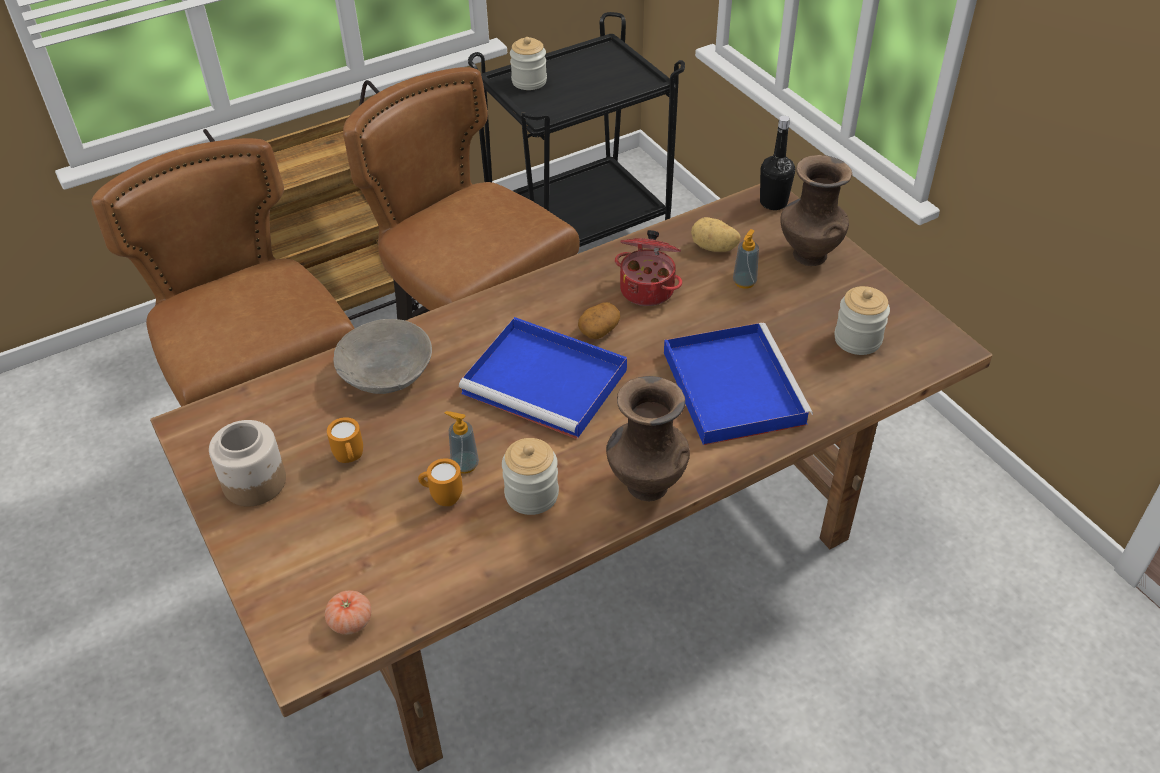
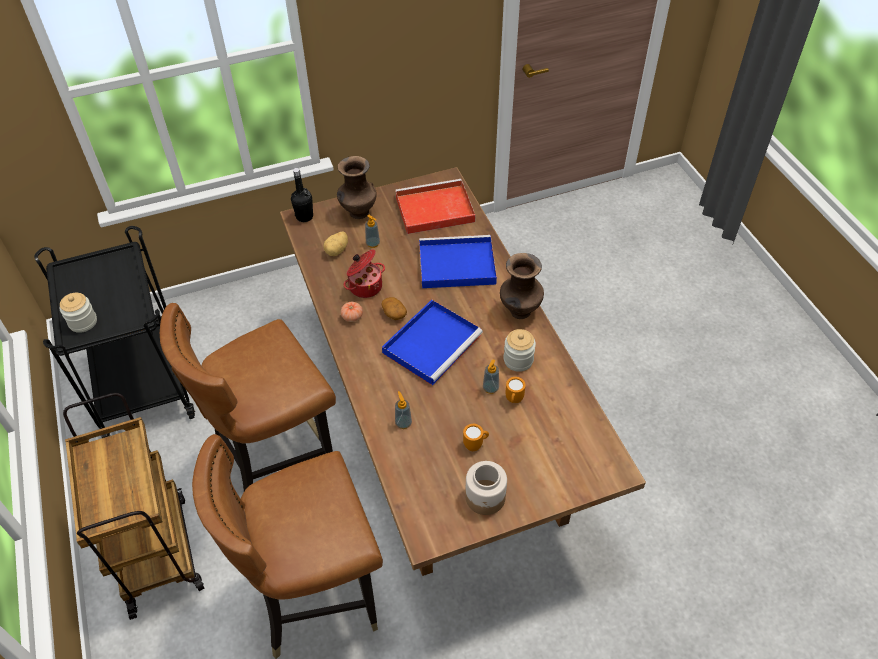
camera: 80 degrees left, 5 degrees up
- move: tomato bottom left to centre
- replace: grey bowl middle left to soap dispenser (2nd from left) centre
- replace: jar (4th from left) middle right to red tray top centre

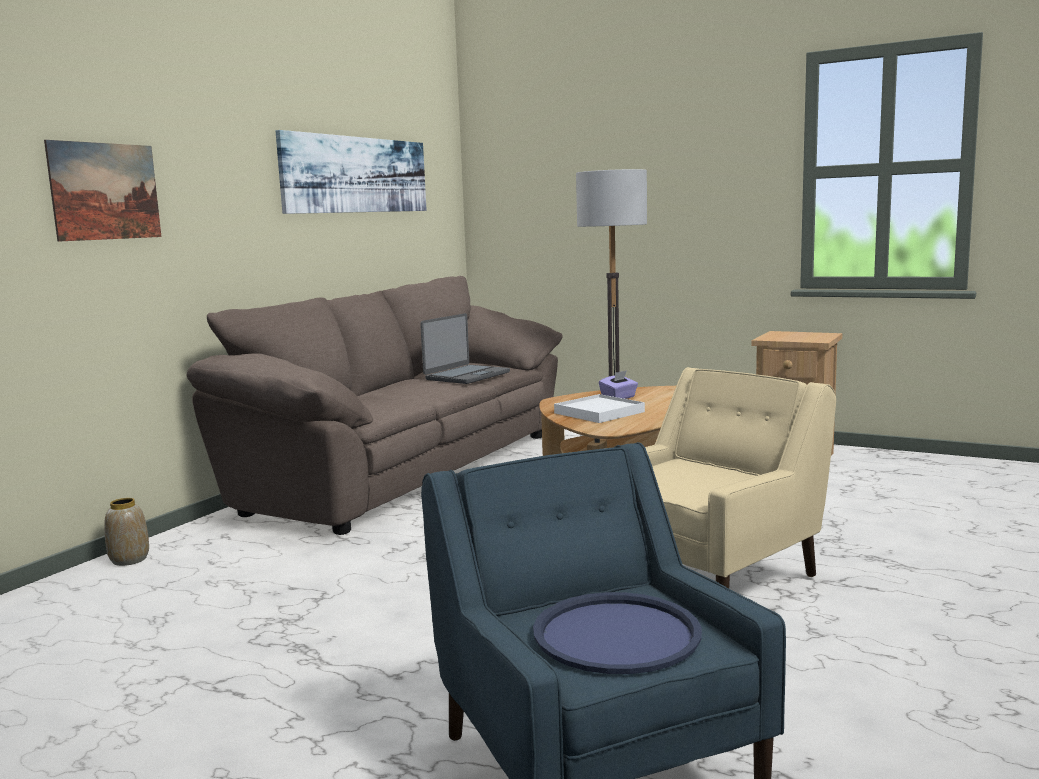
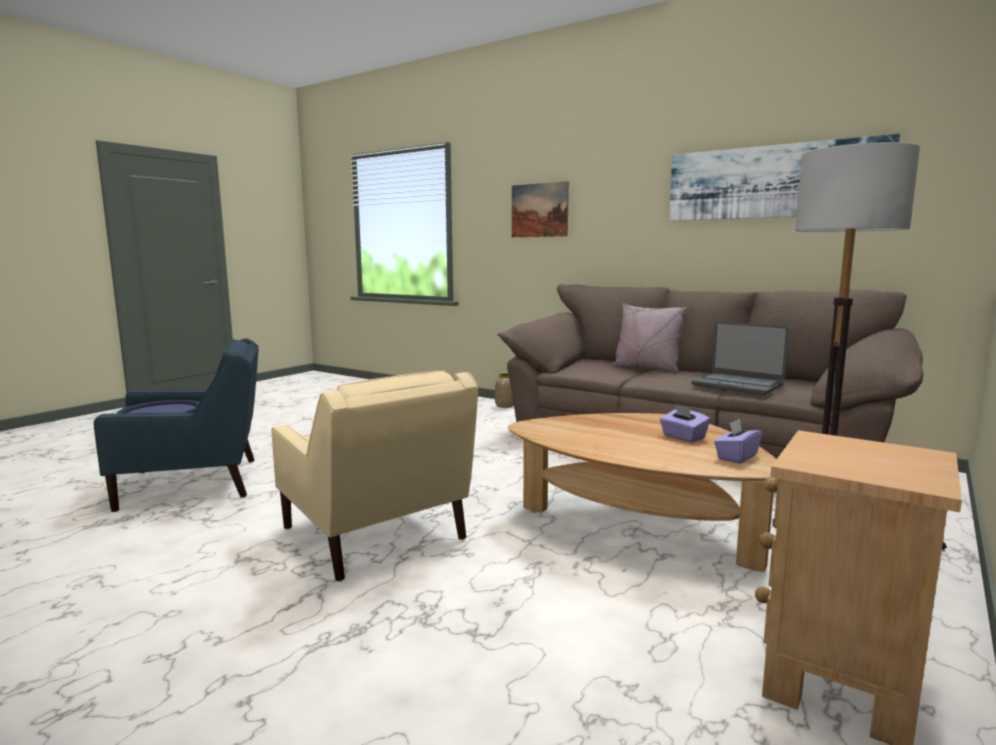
camera: 95 degrees right, 0 degrees up
- delete: white tray centre
- insert: purple pillow centre
- insert: purple tissue box (2nd from left) middle right

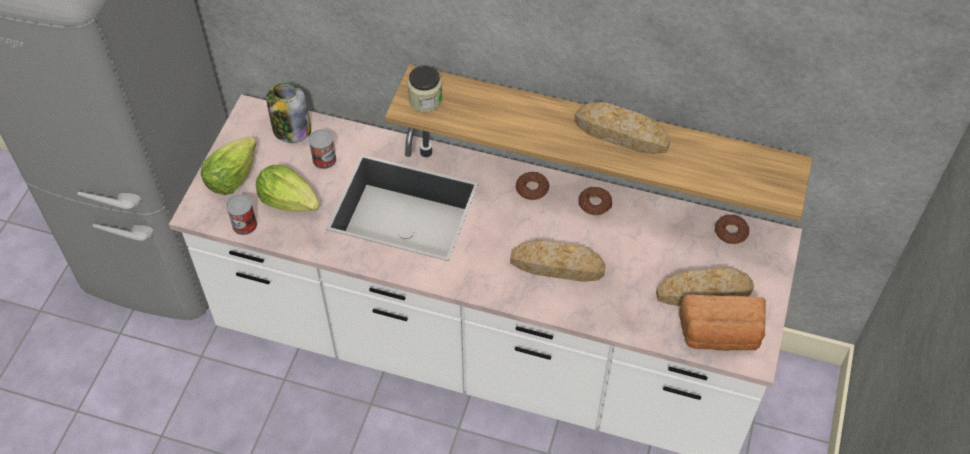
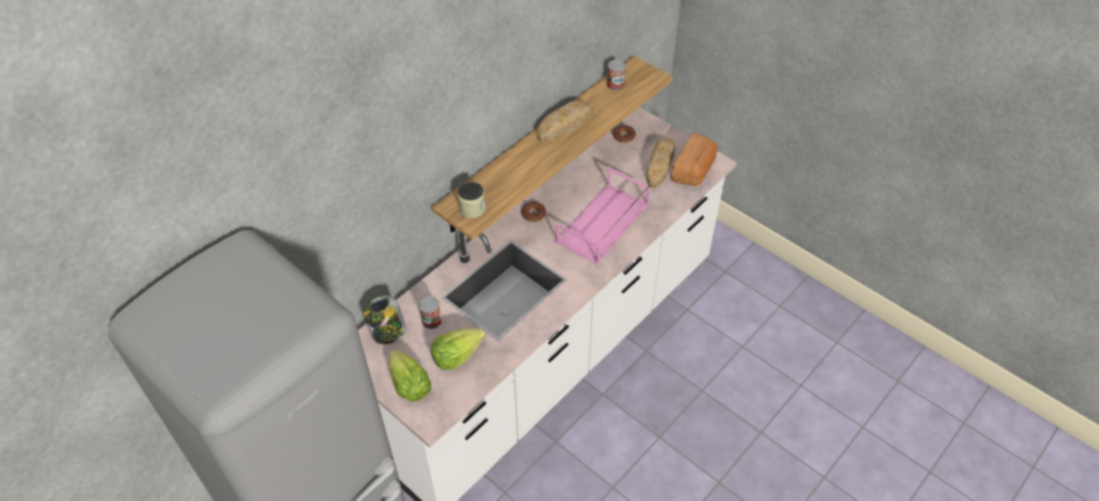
camera: 65 degrees left, 5 degrees down
- move: can (1st from left in the first image) middle left to can (2nd from left) top centre
- replace: bread (1st from left) centre to pink tray centre
- delete: donut (2nd from left) centre

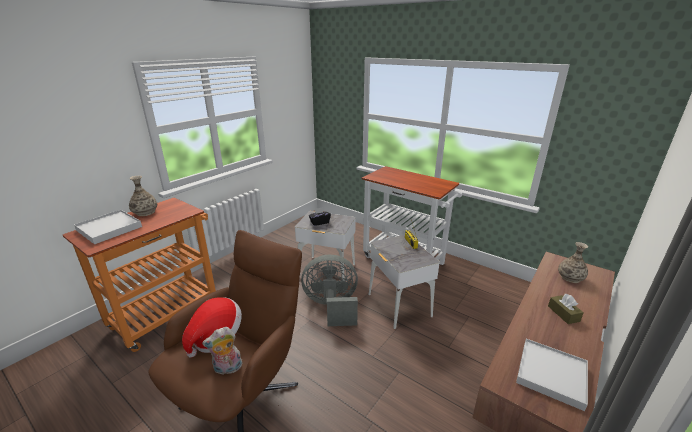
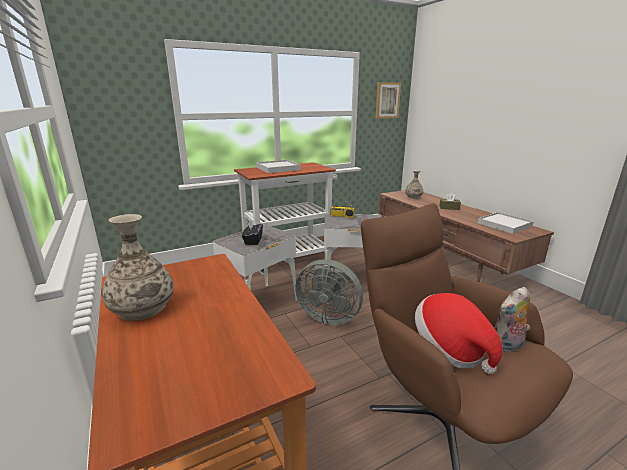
camera: 65 degrees left, 5 degrees down
- move: white tray (1st from left) middle left to centre
- rotate: plush toy bottom left = bottom right 60 degrees clockwise
- rotate: grey fan bottom centre = centre 90 degrees counterclockwise
- insert: picture top centre

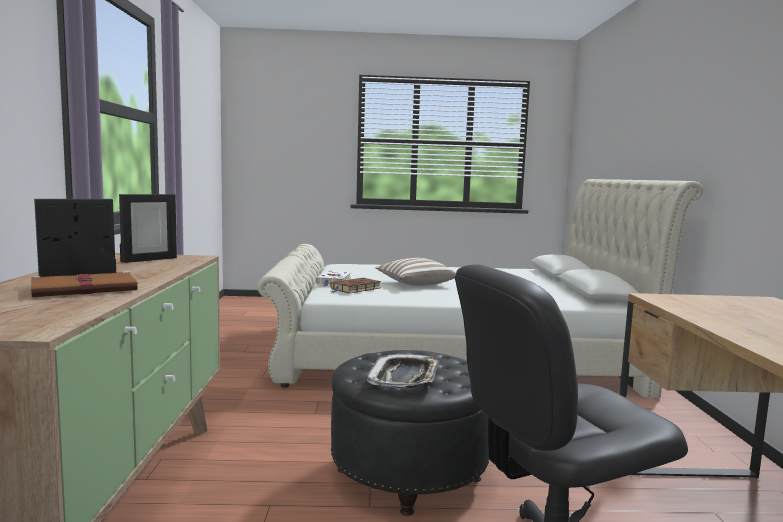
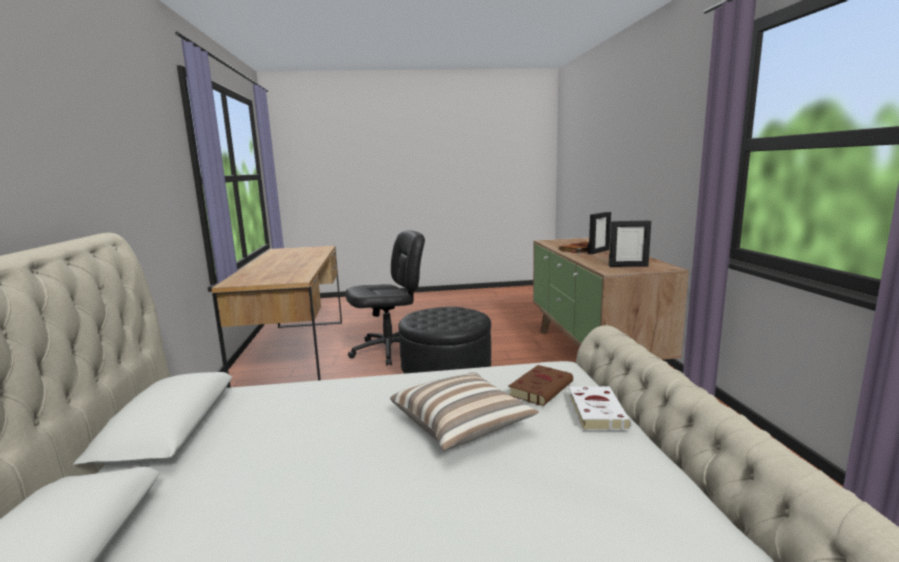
camera: 175 degrees right, 5 degrees up
- rotate: picture frame (2nd from left) middle left = middle right 120 degrees counterclockwise
- delete: tray bottom centre

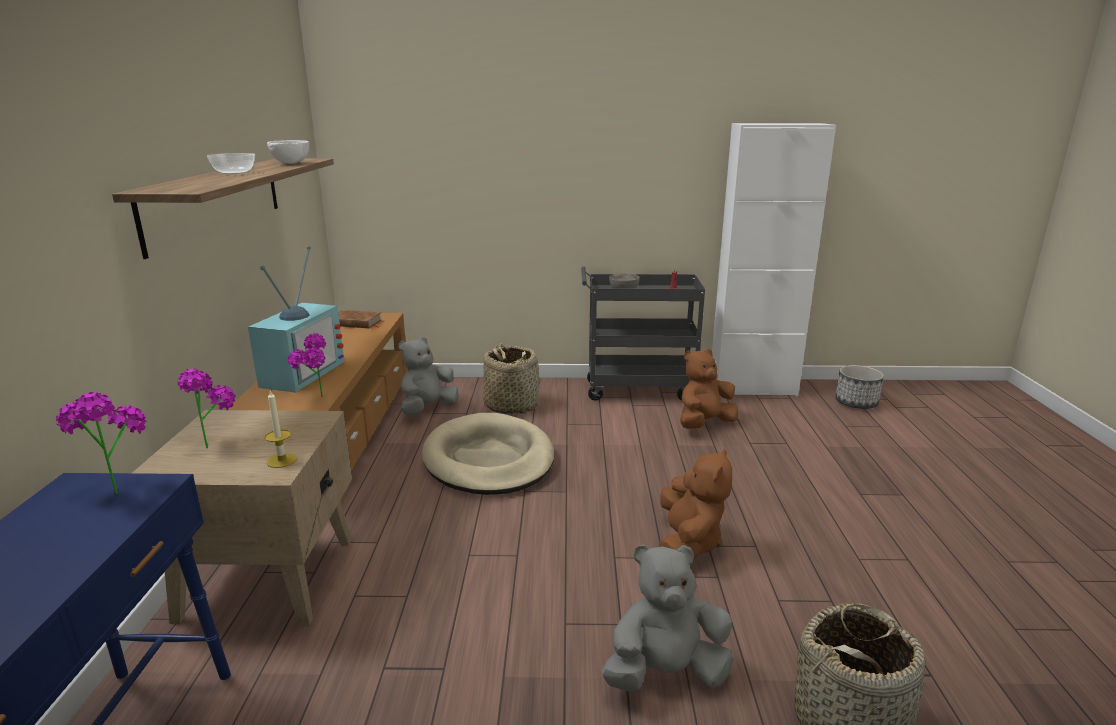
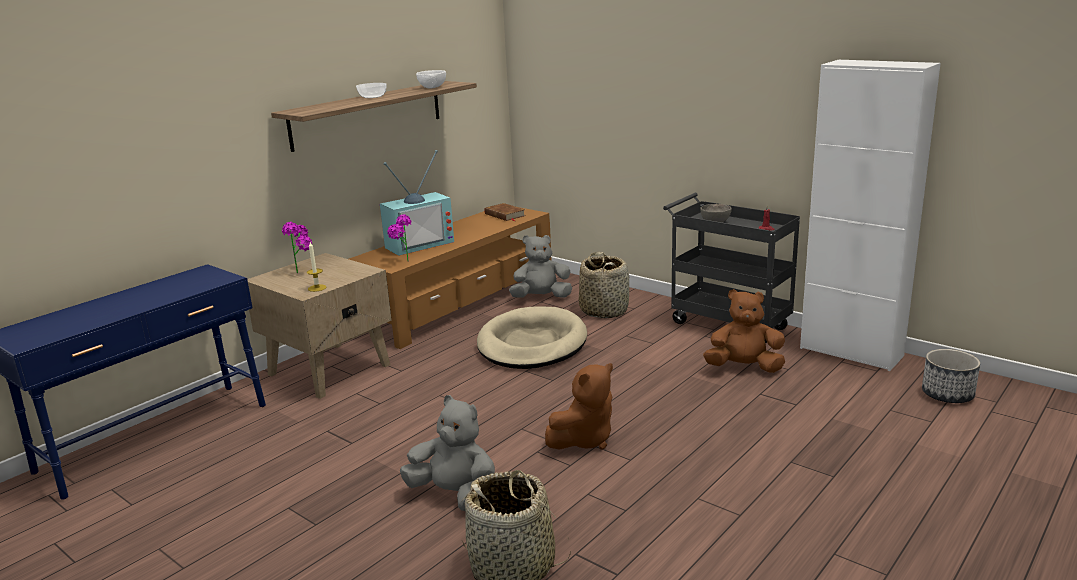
camera: 40 degrees right, 0 degrees up
- delete: potted plant (1st from left) middle left

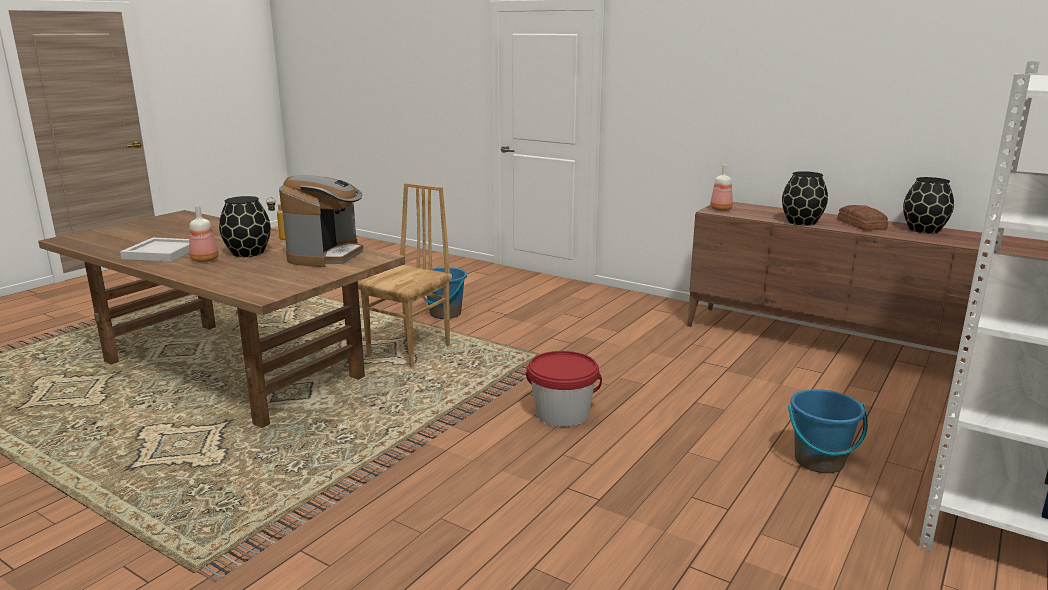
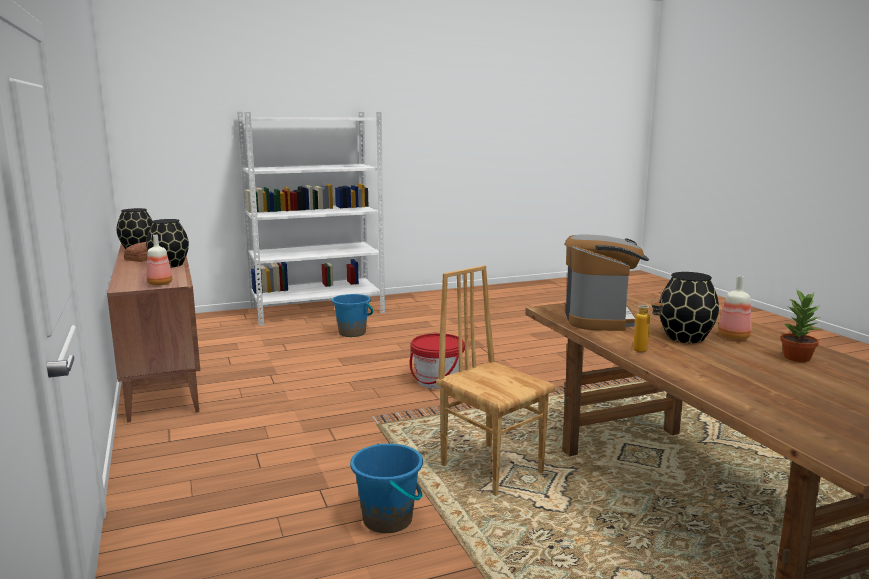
camera: 145 degrees left, 5 degrees down
- replace: white tray middle left to potted plant middle right
- rotate: coffee machine middle left = middle right 135 degrees clockwise
- rotate: brown chair centre = centre 75 degrees clockwise

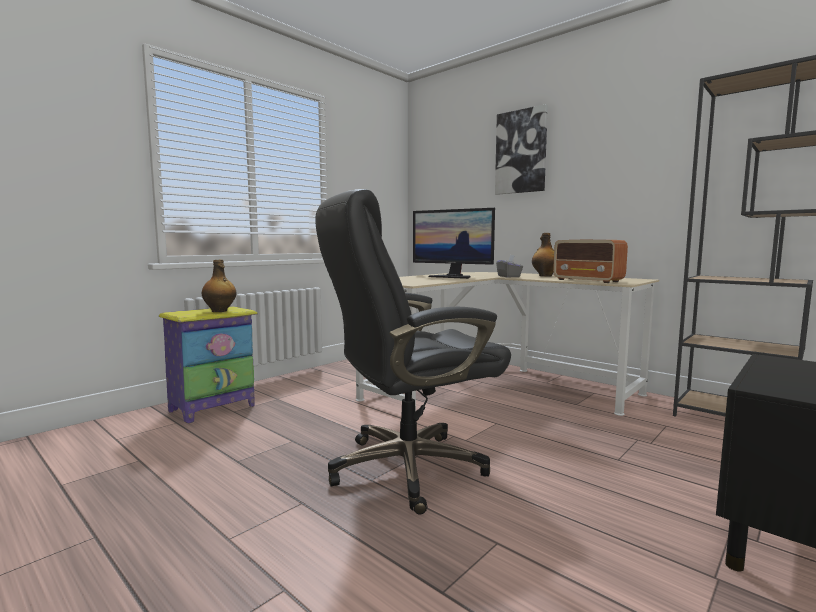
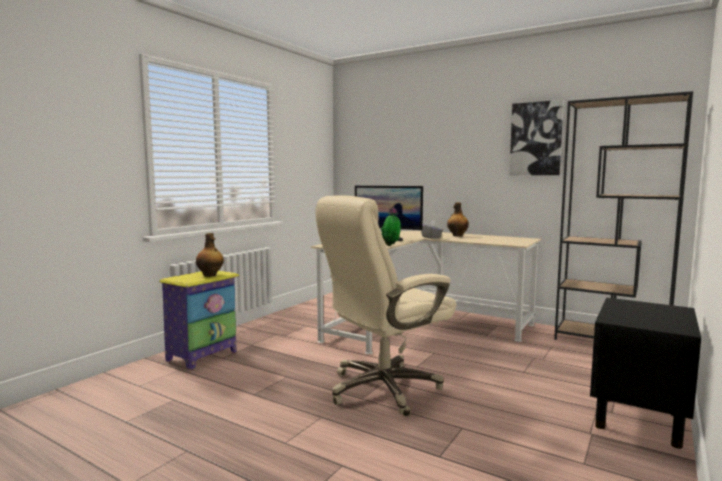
camera: 10 degrees left, 0 degrees up
- recolor: black office chair centre to beige office chair centre
- move: picture top centre to top right
- delete: radio middle right
- insert: potted plant centre

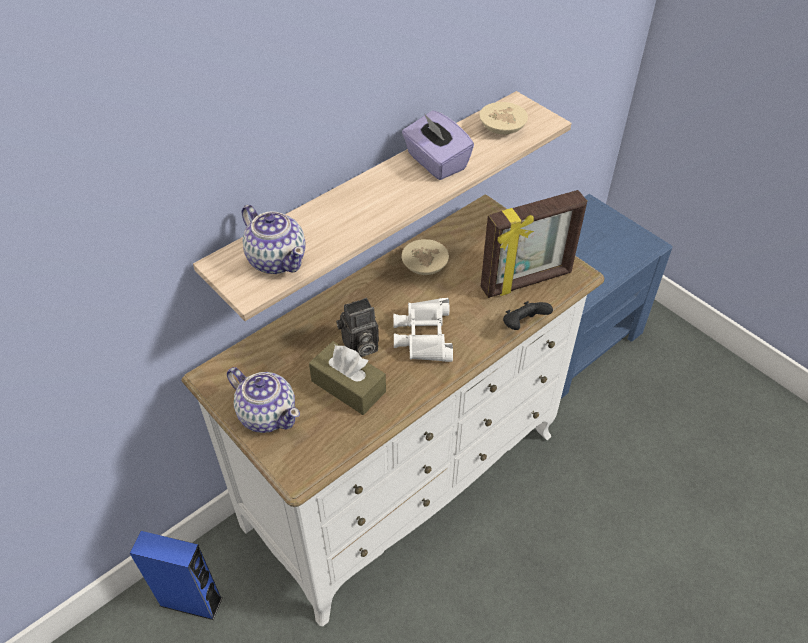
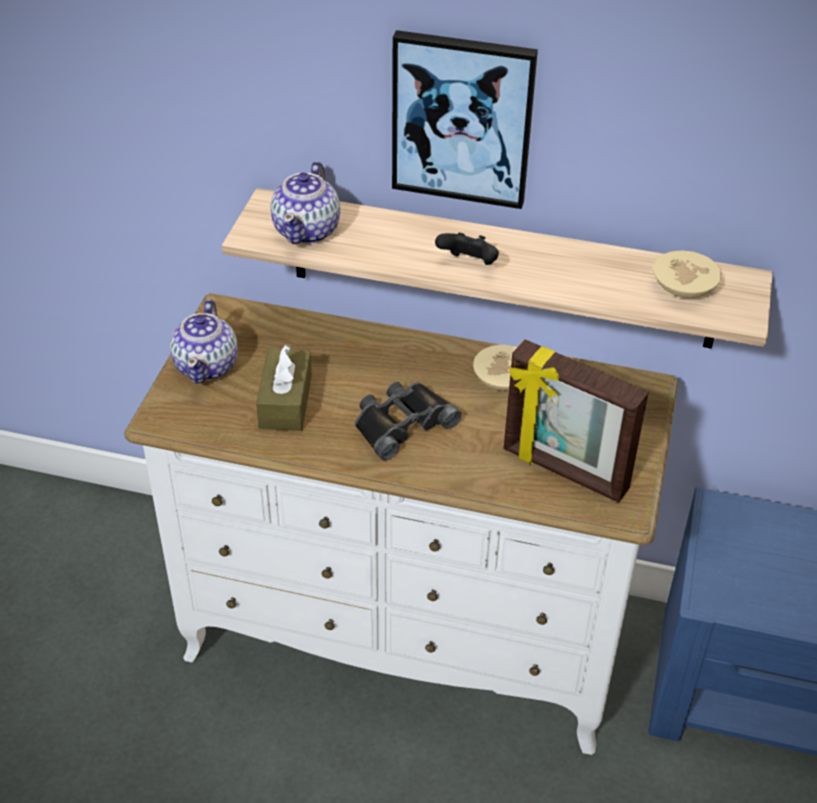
camera: 55 degrees right, 5 degrees down
- delete: blue speaker bottom left
- delete: photo camera centre
- recolor: white binoculars centre to black binoculars centre
- delete: purple tissue box top centre
- move: black game controller centre to top centre
- insert: picture top centre

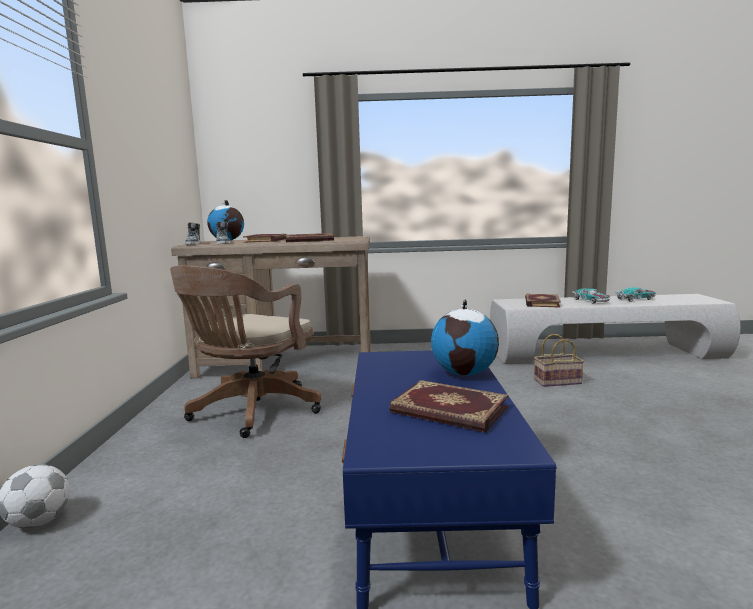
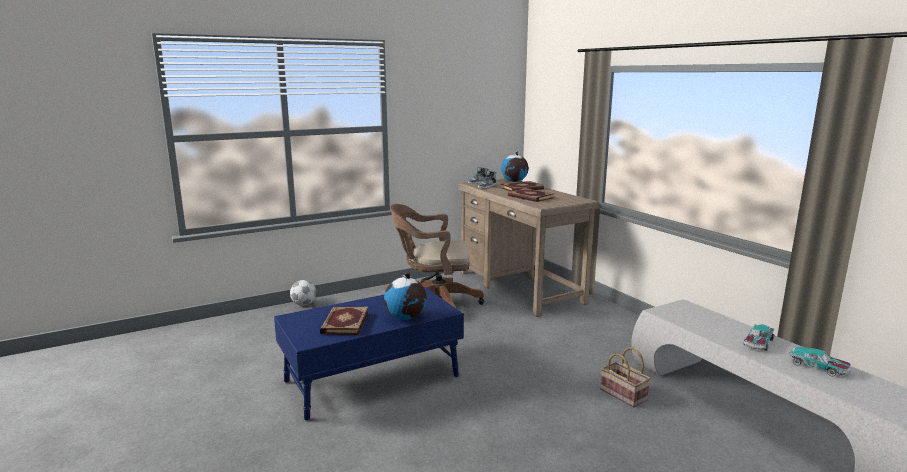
camera: 60 degrees right, 5 degrees up
- delete: book (4th from left) middle right

